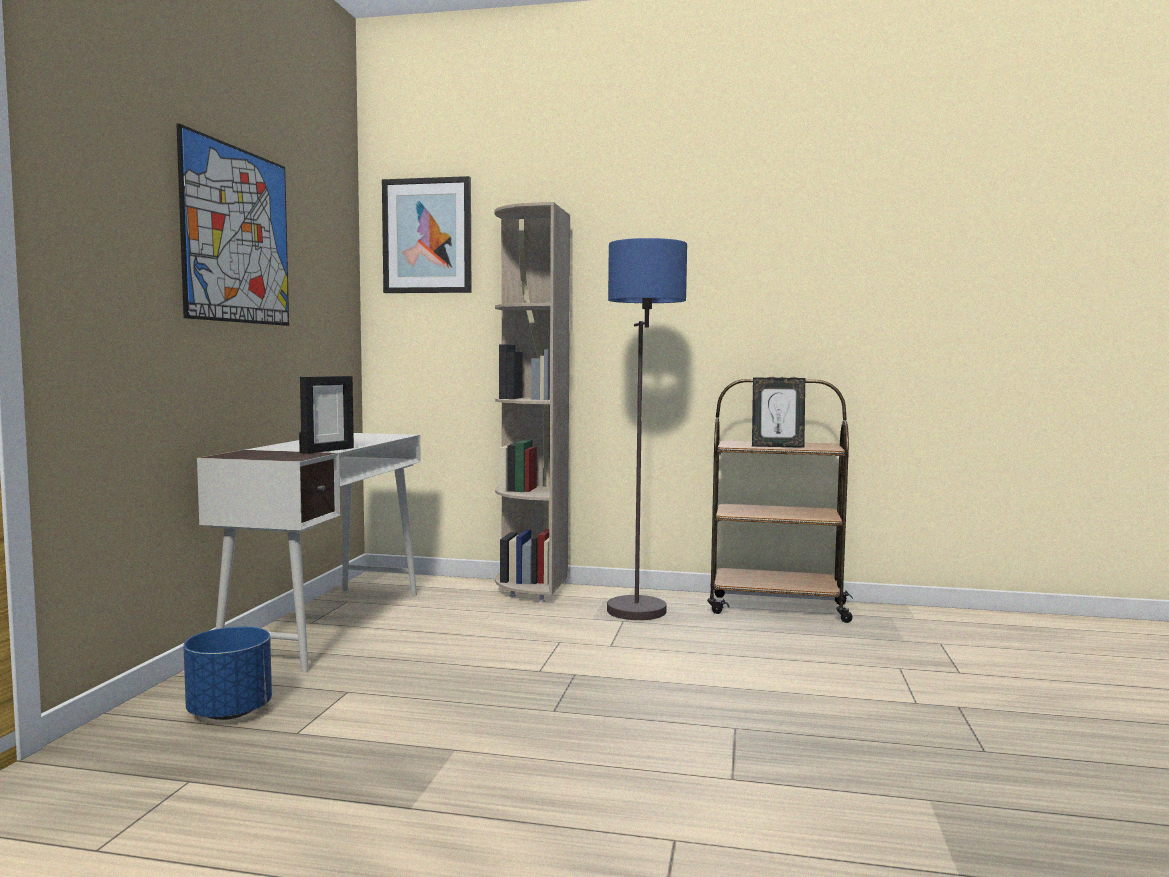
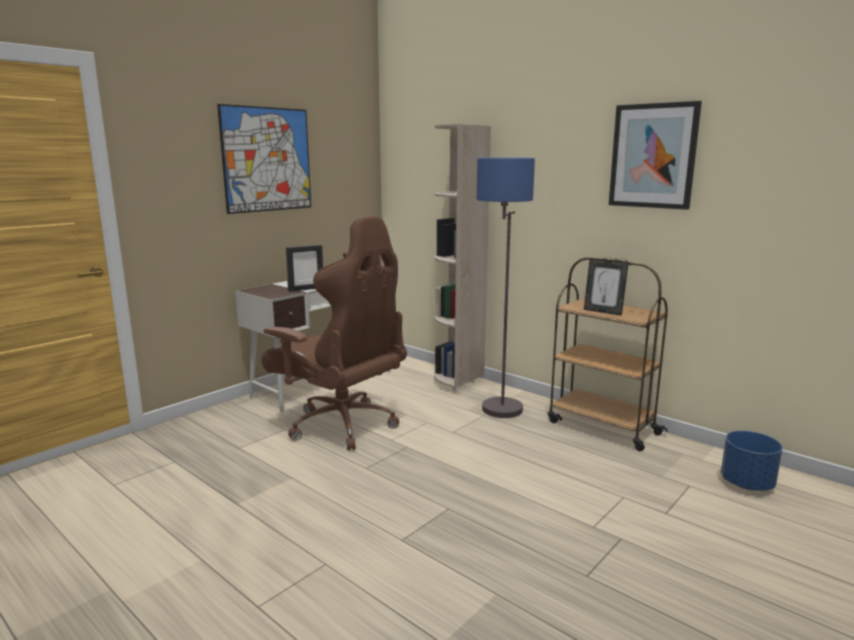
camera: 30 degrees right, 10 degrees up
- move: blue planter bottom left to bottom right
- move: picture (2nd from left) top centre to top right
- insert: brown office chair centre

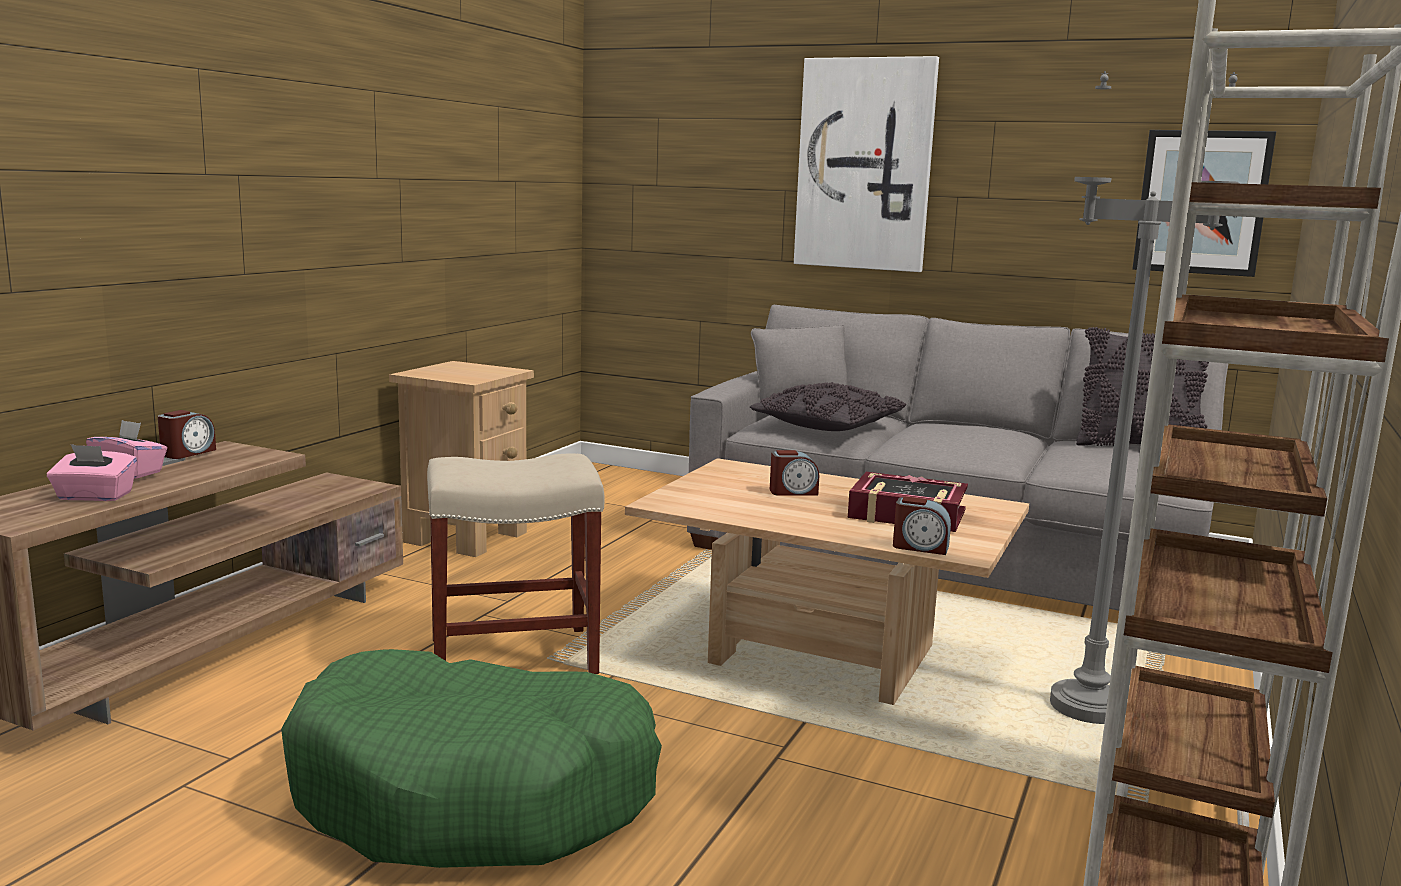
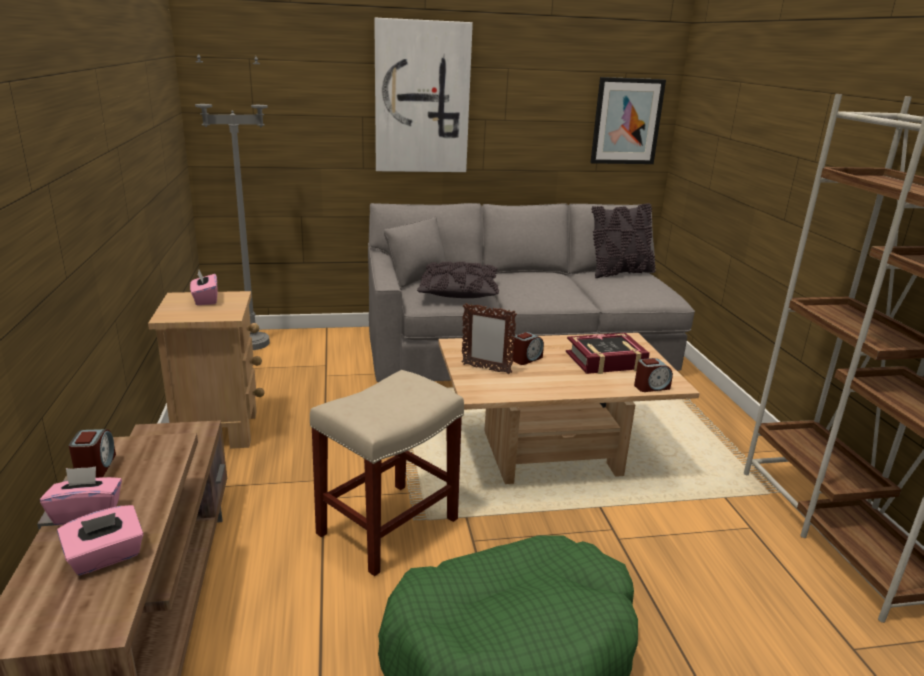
camera: 35 degrees left, 10 degrees up
- move: grey floor lamp middle right to top left
- insert: pink tissue box (3rd from left) middle left
- insert: picture frame centre

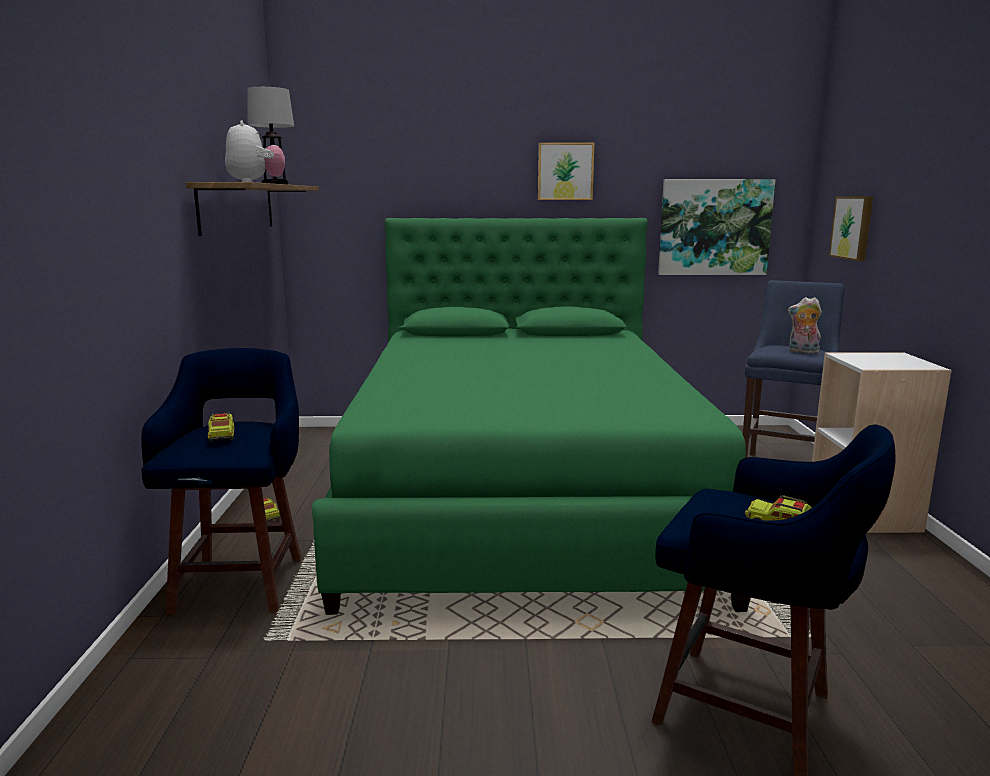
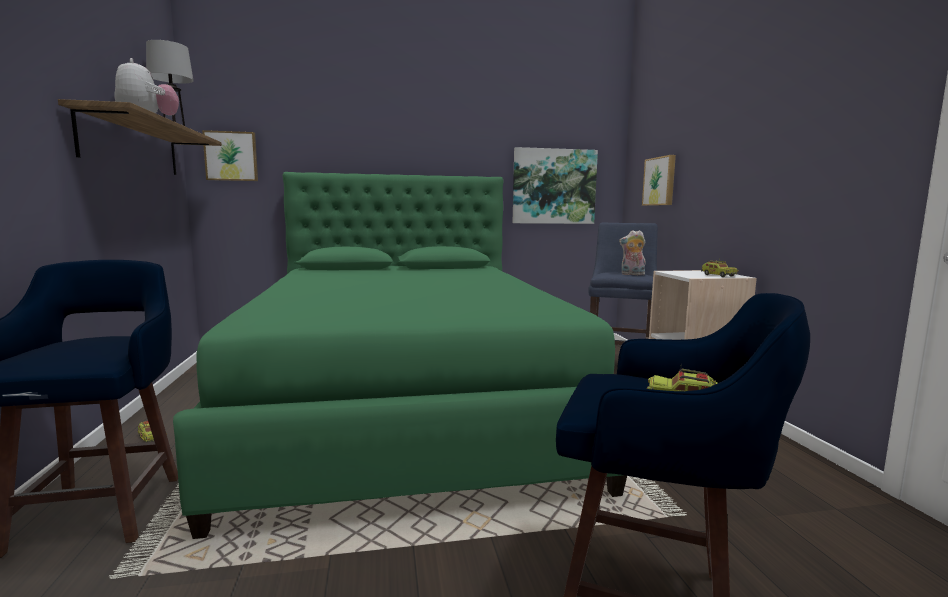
camera: 10 degrees left, 5 degrees down
- move: toy truck (1st from left in the first image) middle left to toy truck (3rd from left) middle right
- move: picture (1st from left) top centre to top left

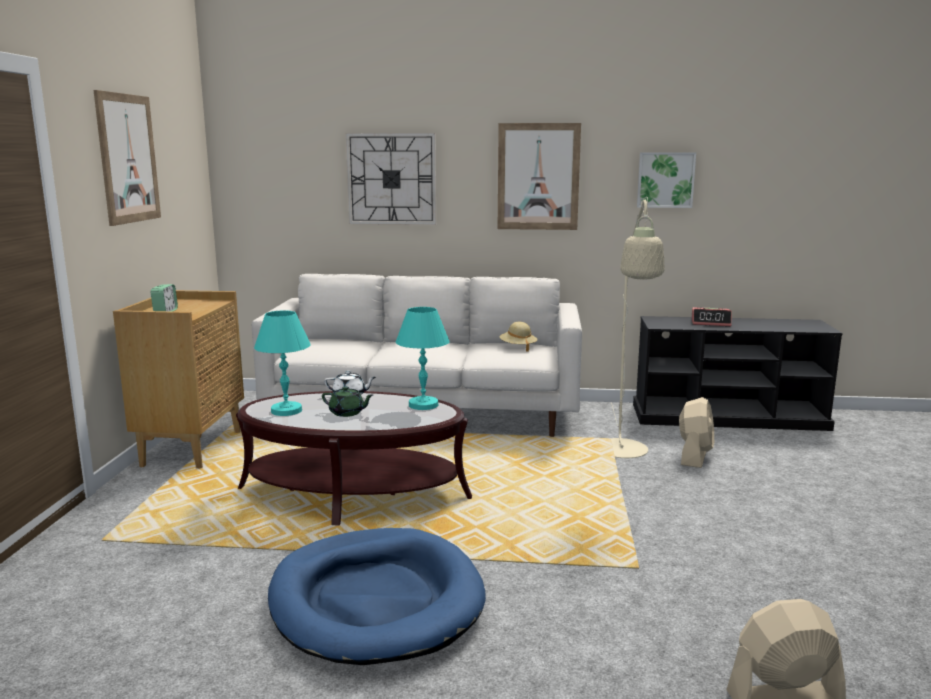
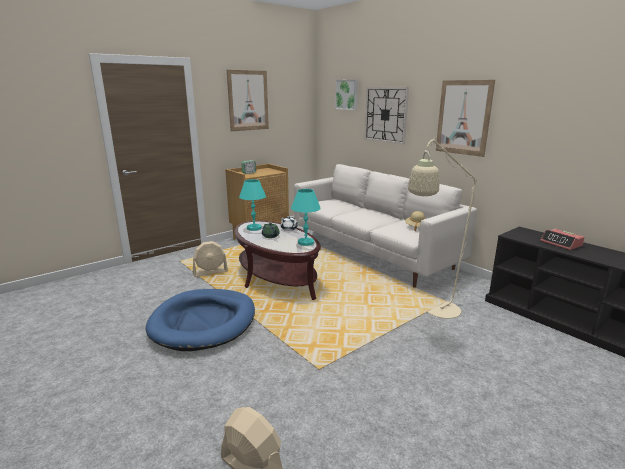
camera: 45 degrees right, 5 degrees up
- move: picture (3rd from left in the first image) top right to picture (2nd from left) top centre
- move: beige fan (1st from left) middle right to centre

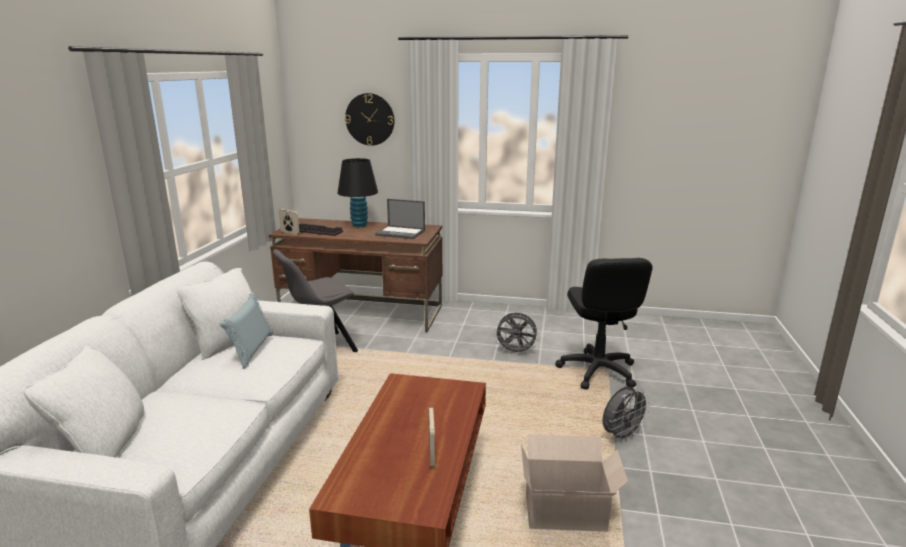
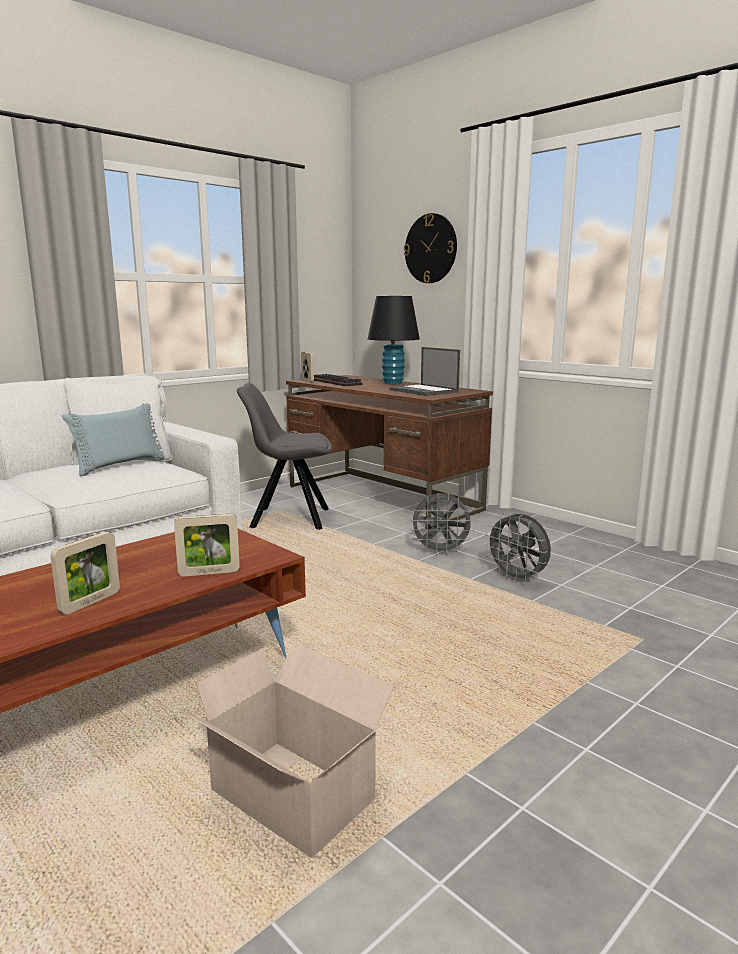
camera: 35 degrees right, 5 degrees down
- delete: black office chair middle right
- move: grey fan (2nd from left in the first image) bottom right to grey fan (1st from left) centre
- insert: picture frame (2nd from left) middle left

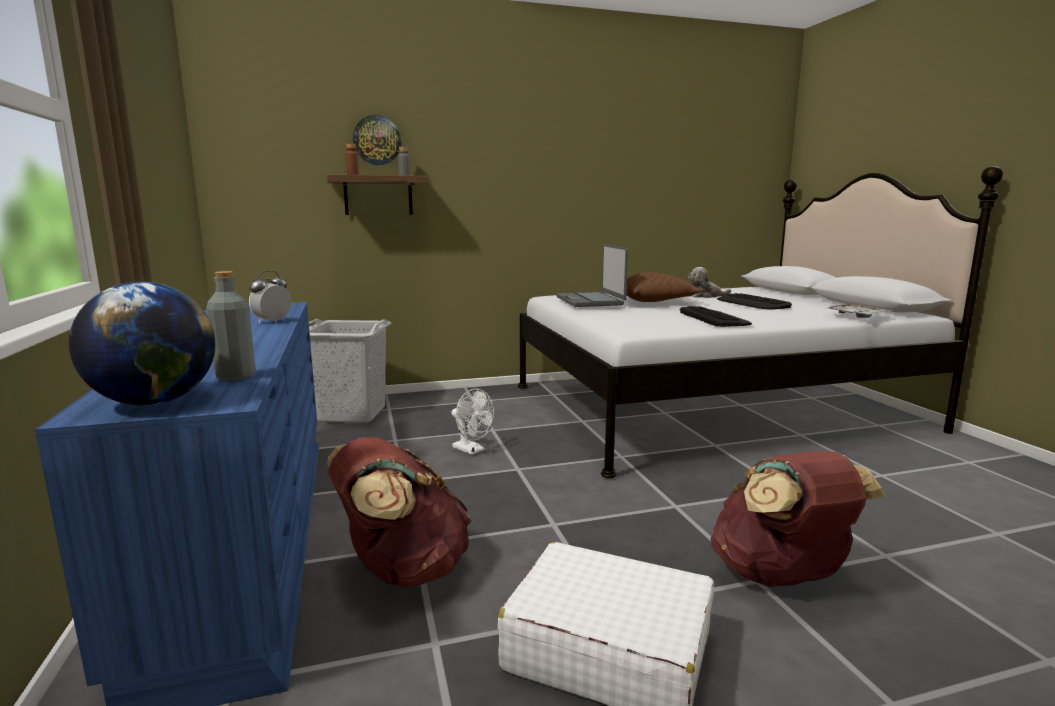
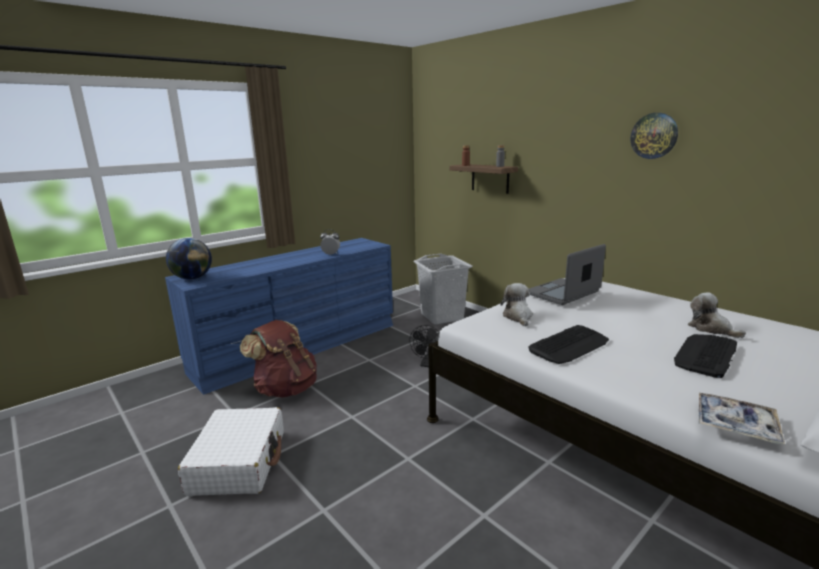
camera: 65 degrees right, 5 degrees up
- delete: grey bottle (1st from left) middle left
- move: wall clock top centre to top right
- recolor: white fan centre to black fan centre
- delete: brown pillow centre
- delete: brown backpack (2nd from left) bottom right
- insert: plush toy (1st from left) centre

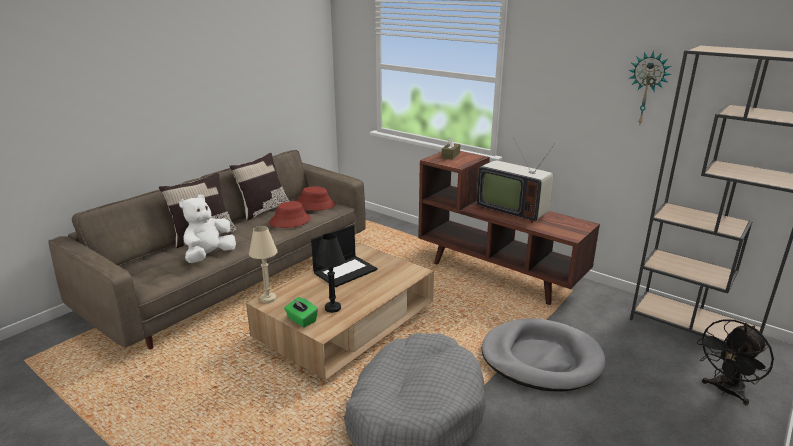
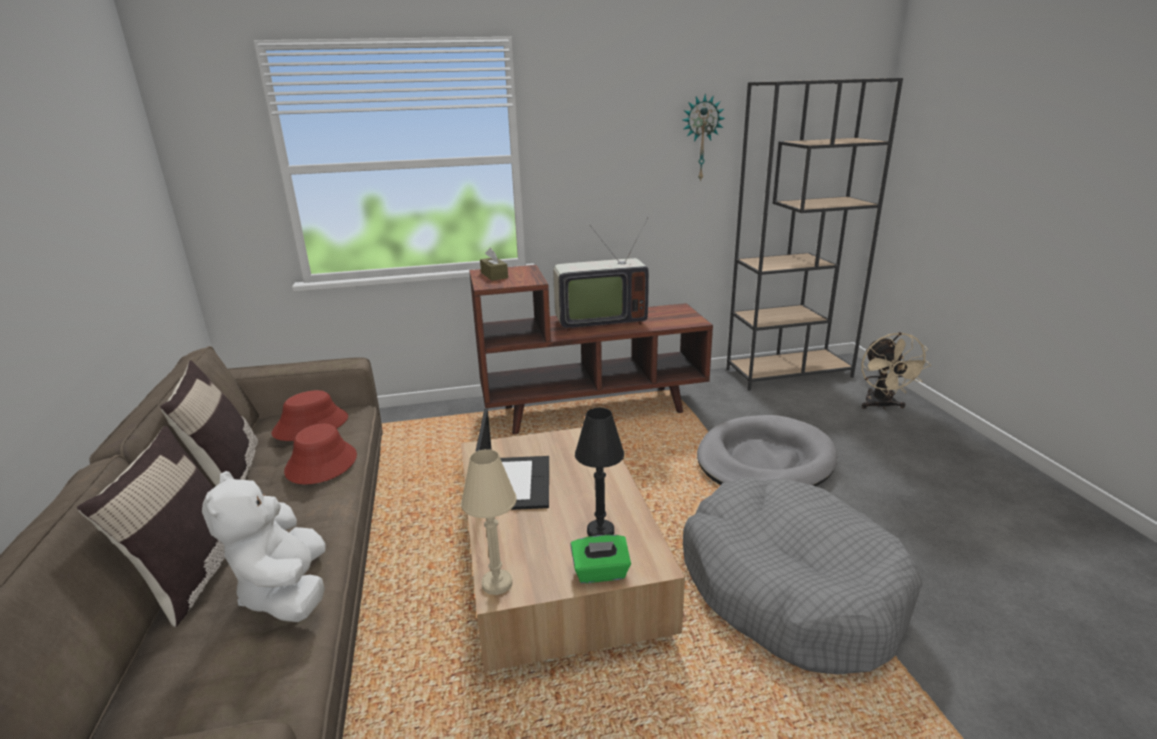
camera: 50 degrees left, 0 degrees up
- recolor: black fan bottom right to beige fan middle right

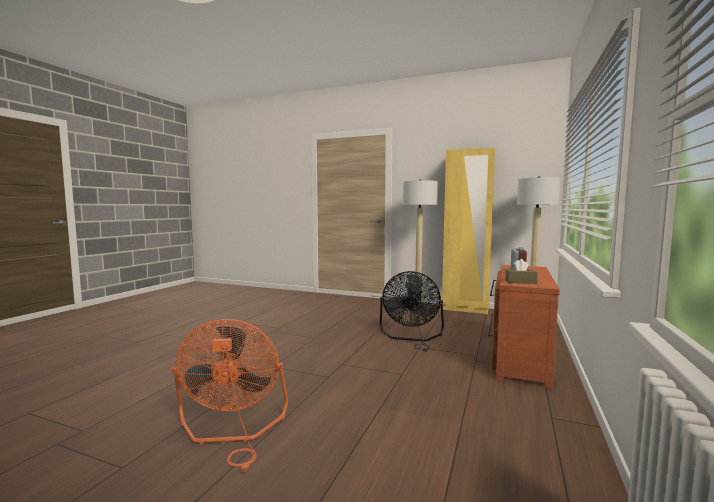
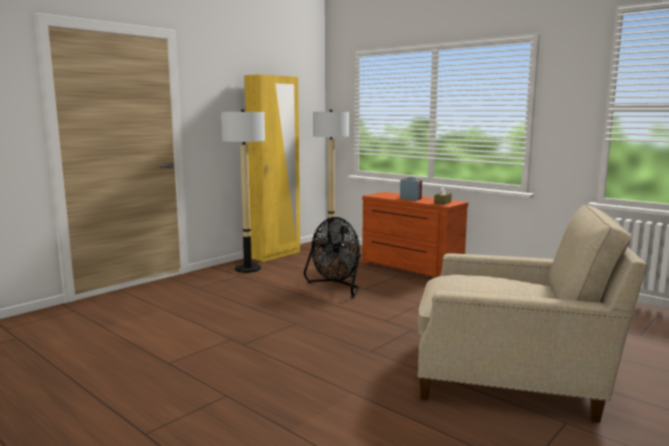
camera: 70 degrees left, 5 degrees up
- replace: orange fan bottom left to beige armchair bottom right
- rotate: black fan centre = centre 75 degrees counterclockwise

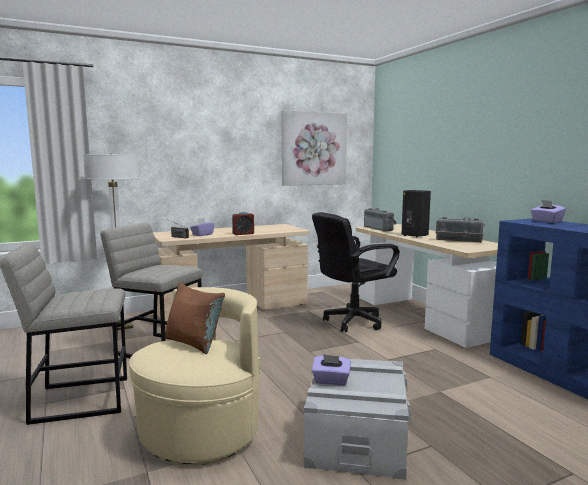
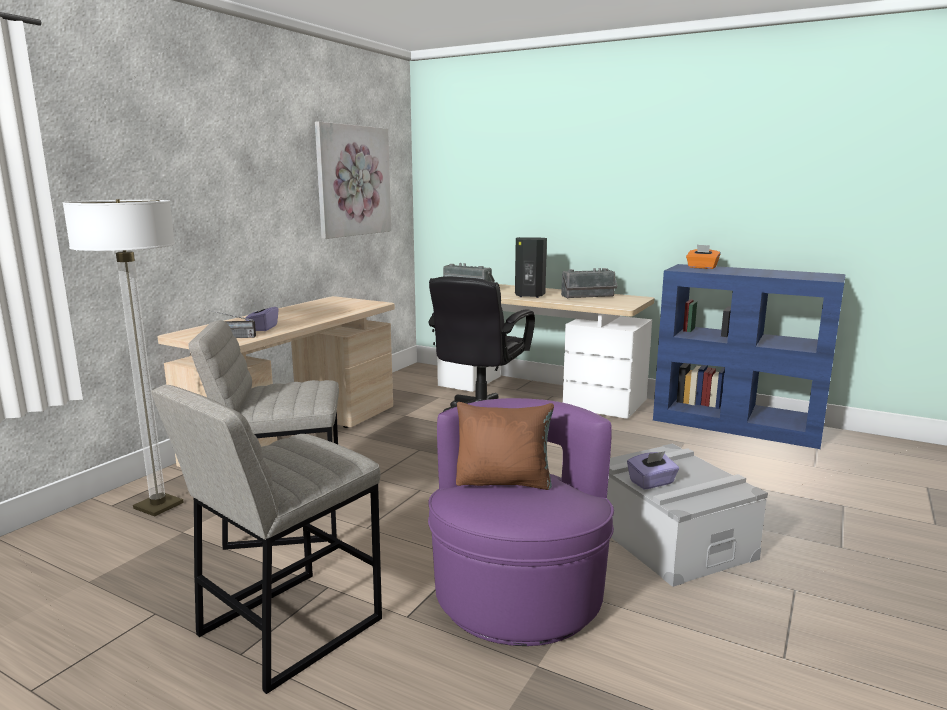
camera: 35 degrees left, 5 degrees up
- recolor: beige armchair bottom left to purple armchair bottom centre
- delete: alarm clock centre
- recolor: purple tissue box (3rd from left) middle right to orange tissue box middle right

